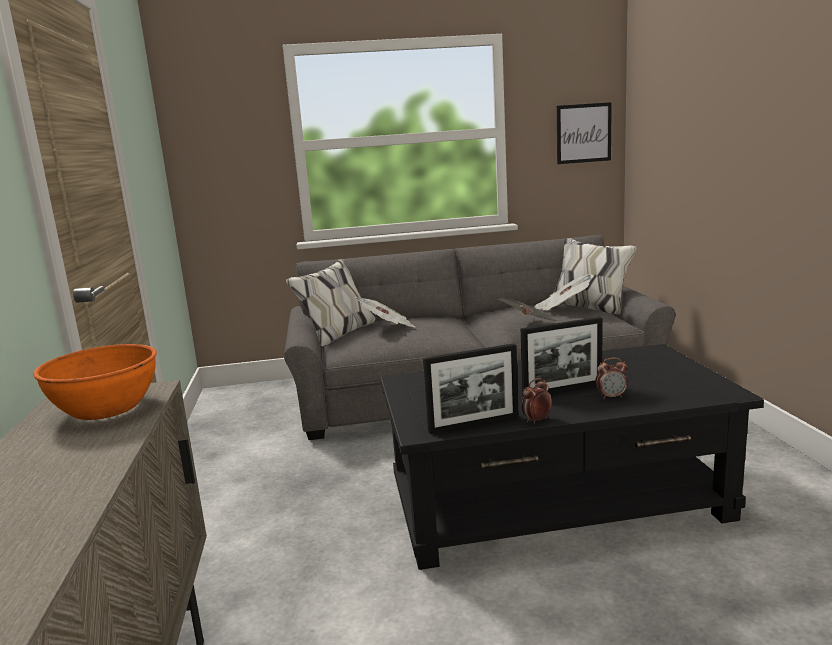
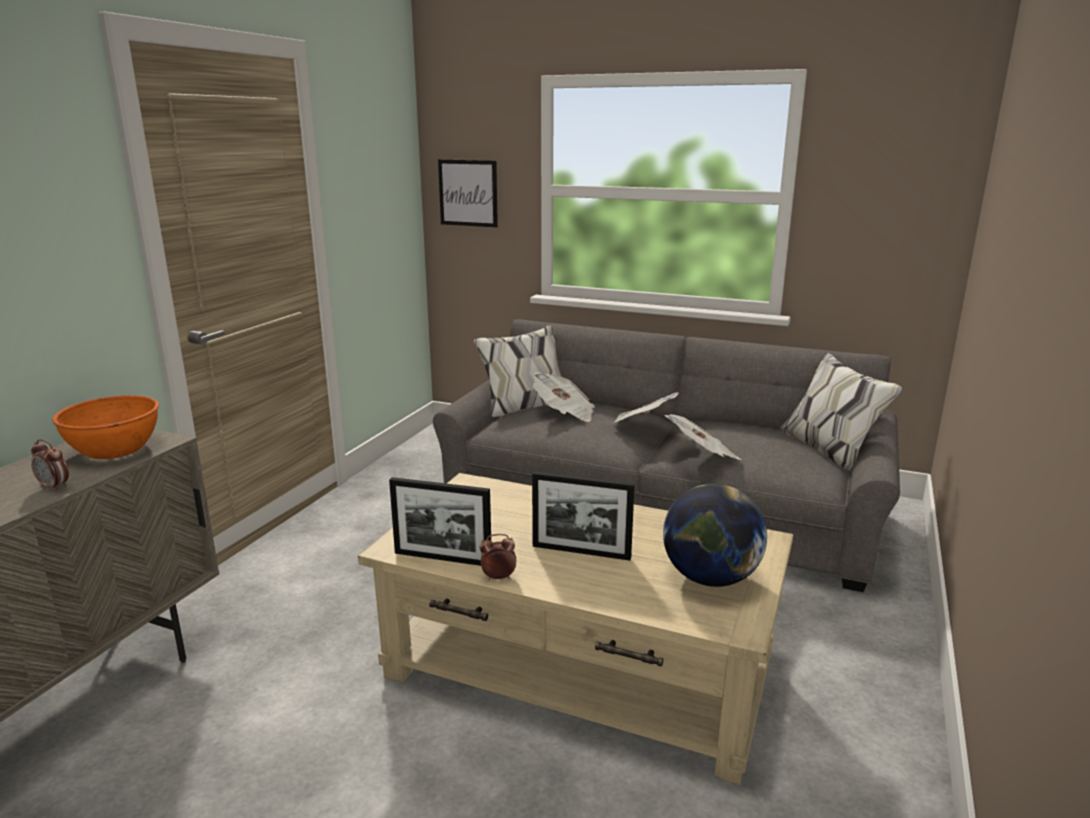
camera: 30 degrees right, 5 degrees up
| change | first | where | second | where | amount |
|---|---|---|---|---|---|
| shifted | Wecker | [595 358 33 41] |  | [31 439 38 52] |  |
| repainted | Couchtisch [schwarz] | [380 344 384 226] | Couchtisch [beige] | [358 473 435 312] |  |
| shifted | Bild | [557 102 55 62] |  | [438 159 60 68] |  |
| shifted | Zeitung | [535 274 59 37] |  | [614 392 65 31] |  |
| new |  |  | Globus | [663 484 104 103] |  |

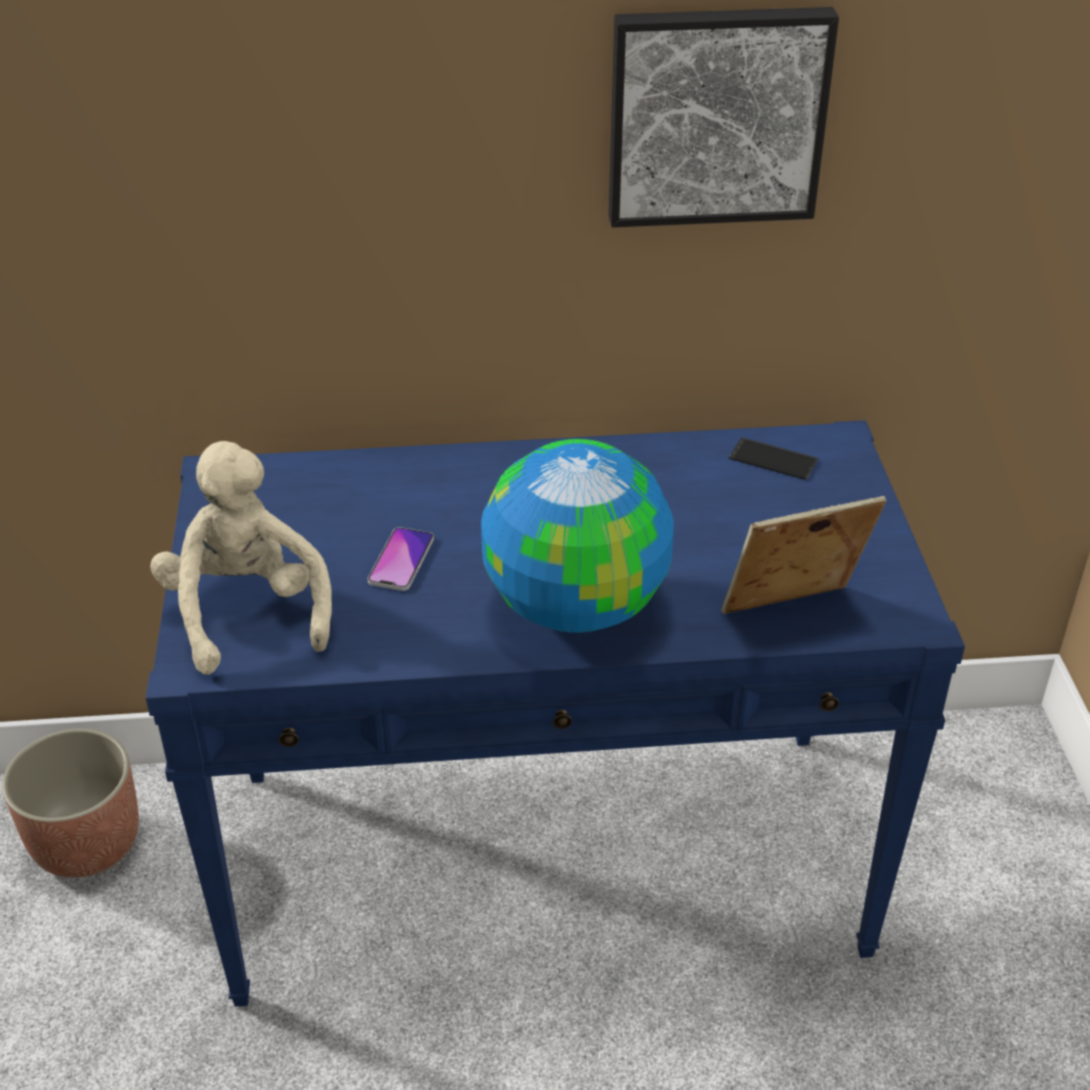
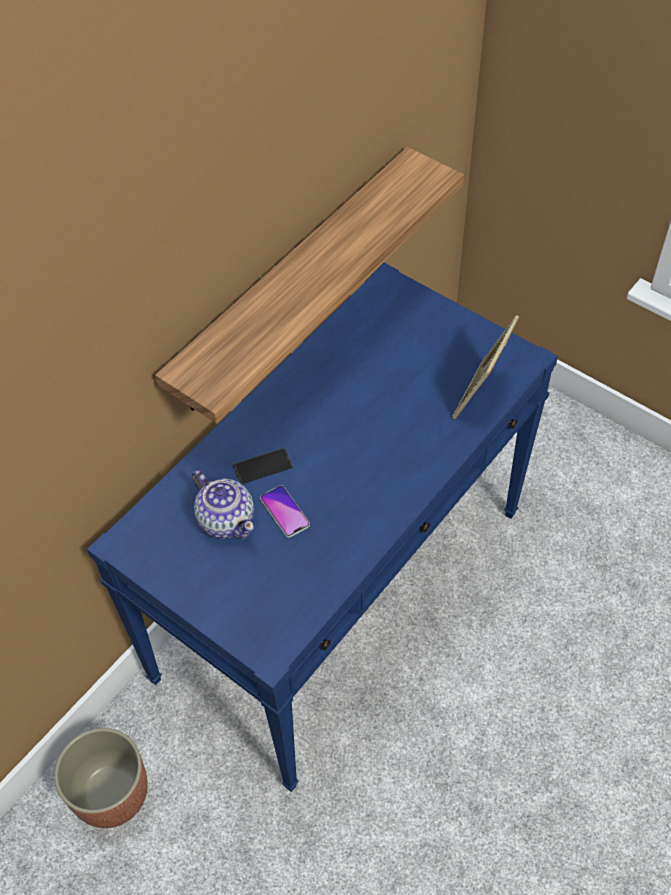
camera: 45 degrees left, 15 degrees up
| change | first | where | second | where | amount |
|---|---|---|---|---|---|
| new |  |  | Wandregal | [155 147 309 277] |  |
| new |  |  | Teekanne | [192 470 62 69] |  |
| shifted | Handy | [728 437 90 43] |  | [232 447 61 37] |  |
| gone | Plüschtier [beige] | [150 441 182 234] |  |  |  |
| gone | Globus | [481 439 193 194] |  |  |  |
| gone | Bild | [609 7 230 221] |  |  |  |

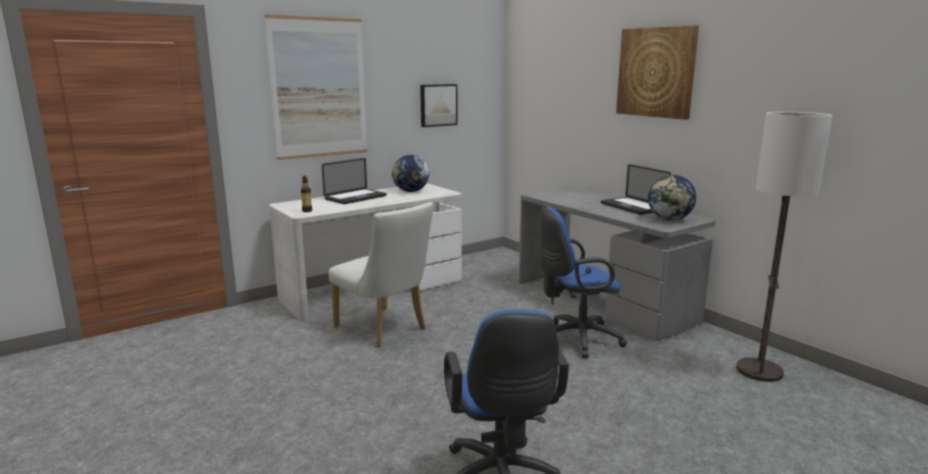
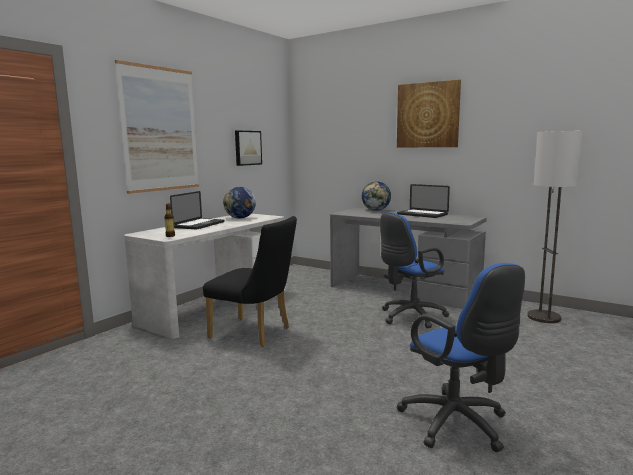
camera: 20 degrees left, 5 degrees down
| change | first | where | second | where | amount |
|---|---|---|---|---|---|
| repainted | Stuhl [weiß] | [328 202 106 145] | Stuhl [schwarz] | [203 216 94 131] |  |
| shifted | Globus | [648 175 48 46] |  | [362 181 29 30] |  |

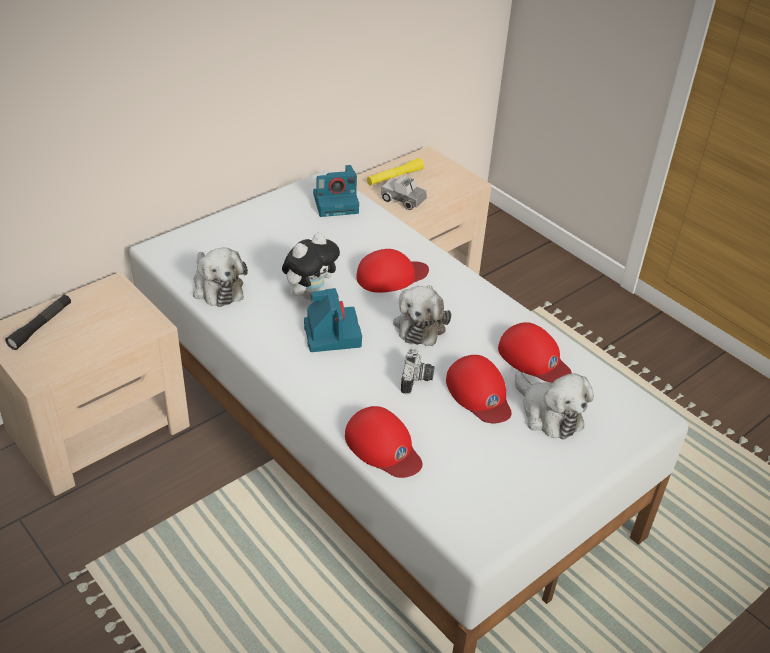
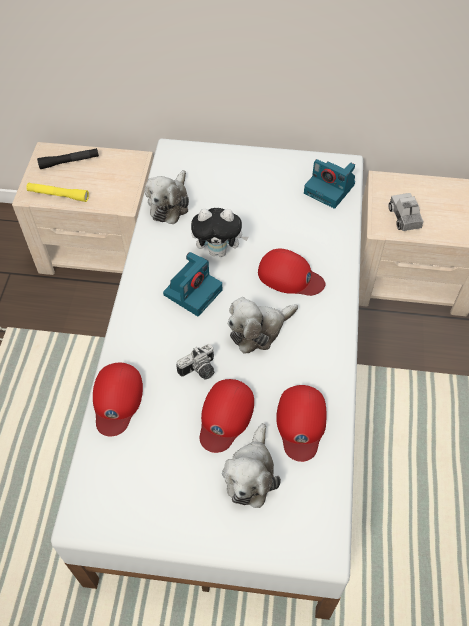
camera: 50 degrees right, 15 degrees up
| change | first | where | second | where | amount |
|---|---|---|---|---|---|
| shifted | Taschenlampe [gelb] | [367 158 57 27] |  | [26 183 63 19] |  |

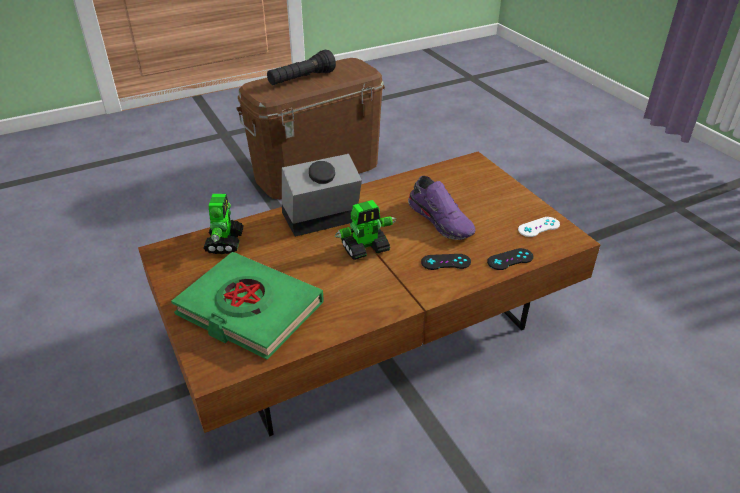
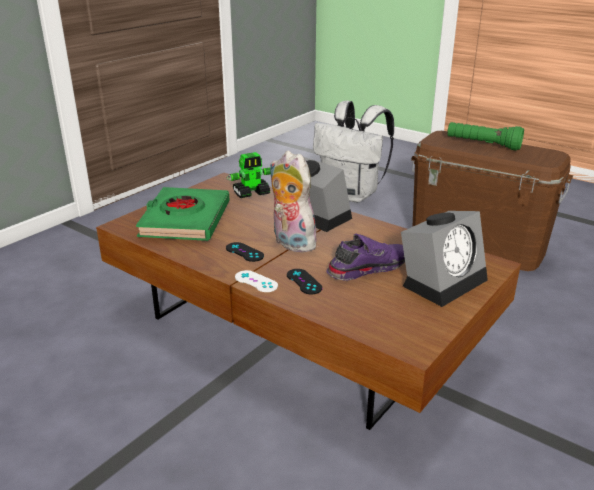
camera: 65 degrees right, 10 degrees down
| change | first | where | second | where | amount |
|---|---|---|---|---|---|
| shifted | Gamepad [schwarz] | [487 248 46 22] |  | [226 242 38 20] |  |
| shifted | Gamepad [weiß] | [518 217 42 20] |  | [235 270 43 22] |  |
| swapped | Spielzeugroboter | [335 200 61 60] | Plüschtier | [270 151 52 102] |  |
| new |  |  | Rucksack [weiß] | [313 101 81 101] |  |
| rotated | Schuh [lila] | [408 176 68 64] |  | [326 234 79 47] | 150 degrees counterclockwise |
| new |  |  | Wecker | [401 211 87 96] |  |
| repainted | Taschenlampe [schwarz] | [267 49 69 36] | Taschenlampe [grün] | [447 122 77 28] |  |

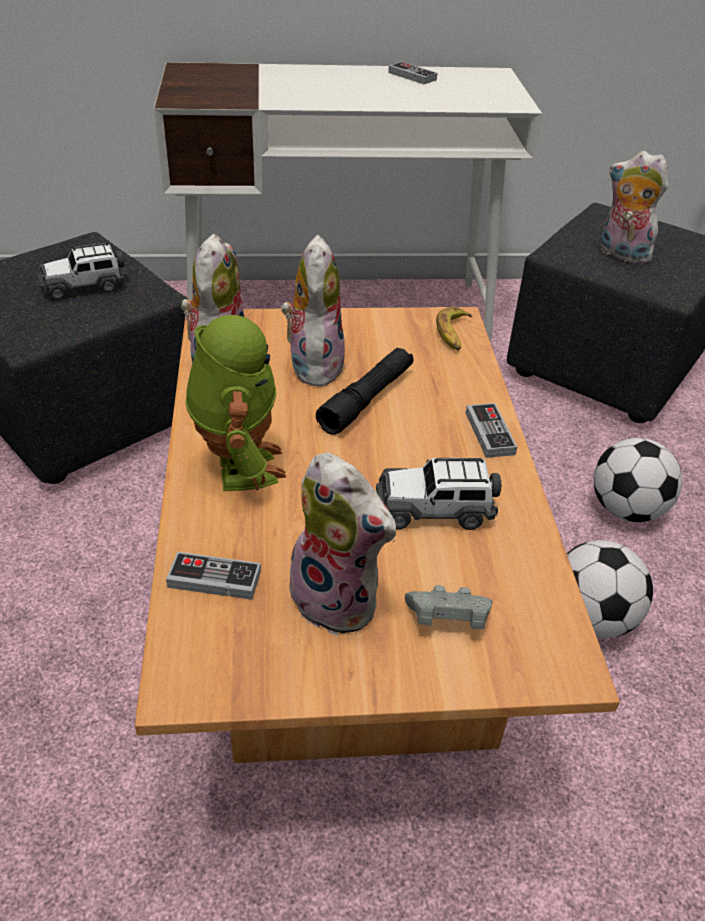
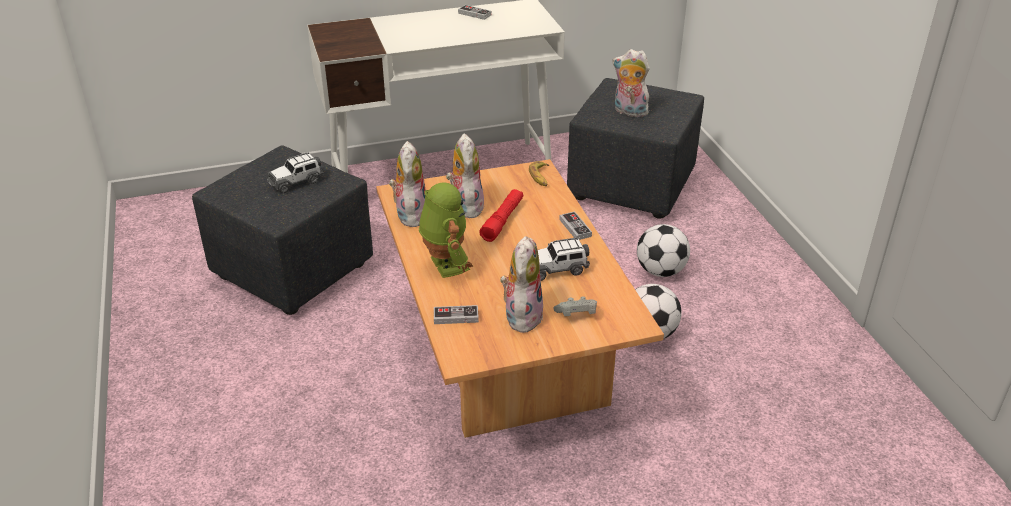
camera: 10 degrees left, 5 degrees down
| change | first | where | second | where | amount |
|---|---|---|---|---|---|
| repainted | Taschenlampe [schwarz] | [316 347 98 88] | Taschenlampe [rot] | [479 189 44 53] |  |
| rotated | Plüschtier | [286 452 110 184] |  | [500 236 43 97] | 105 degrees counterclockwise |

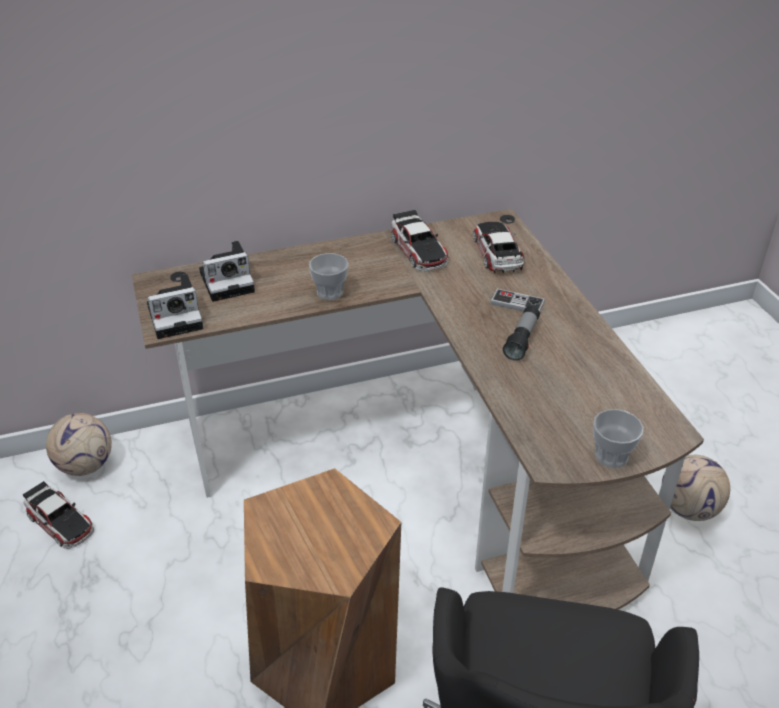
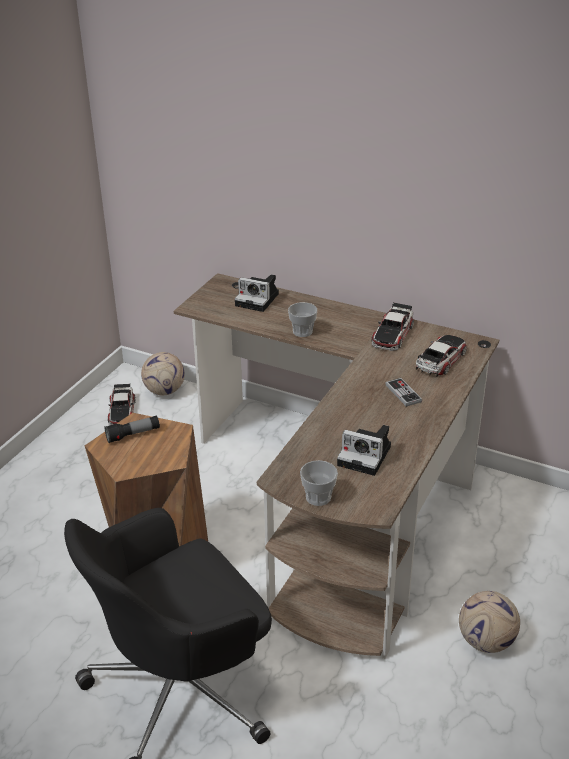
camera: 45 degrees right, 5 degrees down
| change | first | where | second | where | amount |
|---|---|---|---|---|---|
| shifted | Taschenlampe | [503 306 37 55] |  | [104 416 56 27] |  |
| shifted | Kamera | [147 274 56 65] |  | [337 425 54 51] |  |

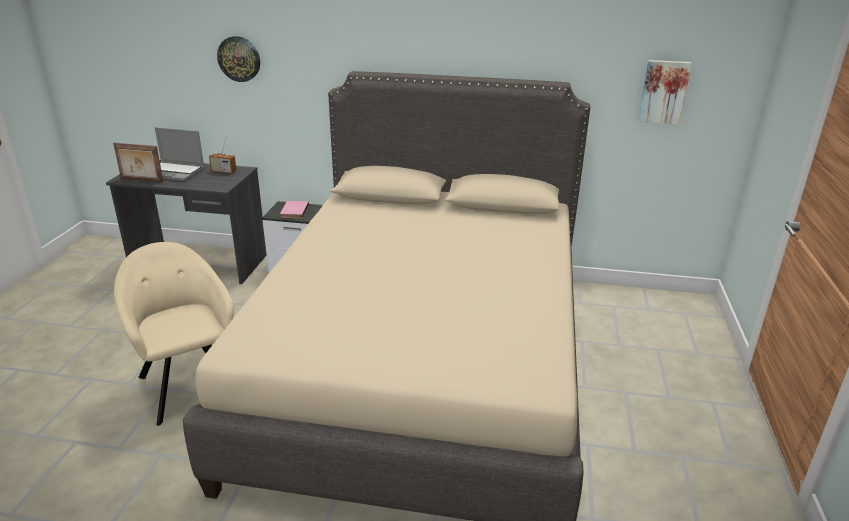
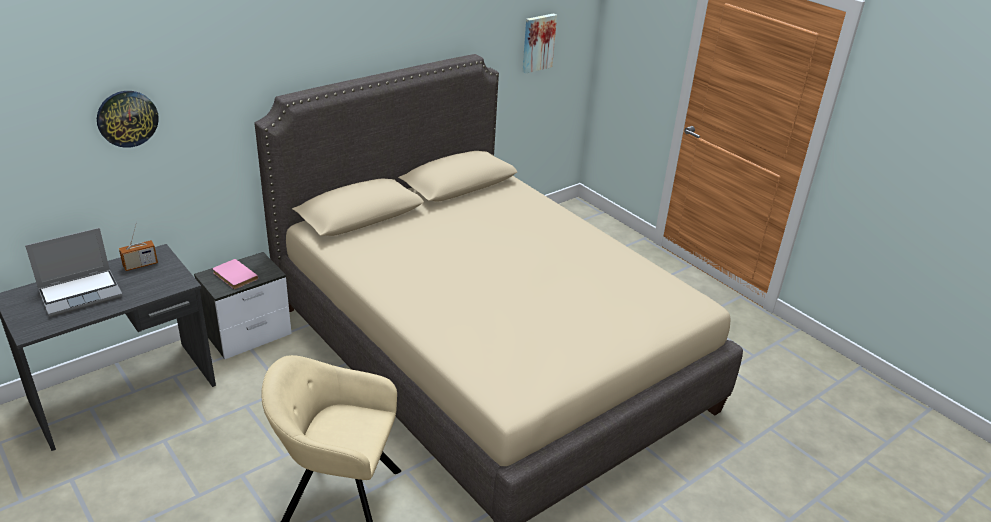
camera: 50 degrees left, 5 degrees up
| change | first | where | second | where | amount |
|---|---|---|---|---|---|
| gone | Bilderrahmen | [113 143 51 39] |  |  |  |

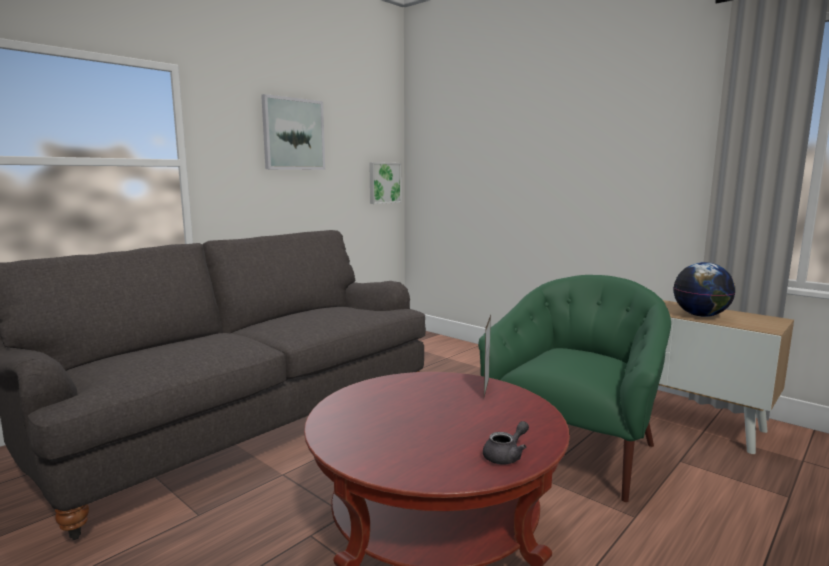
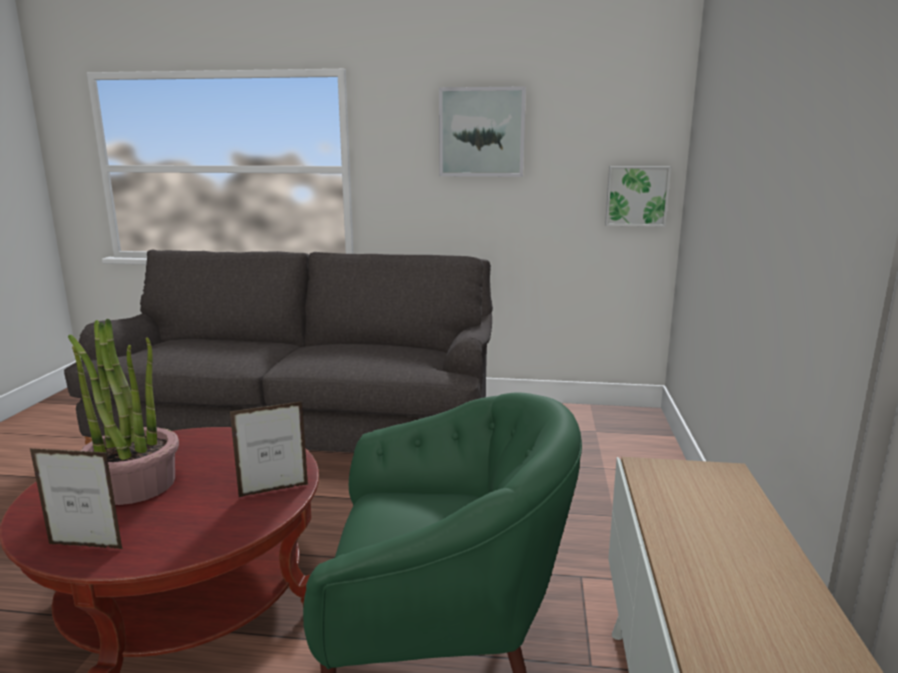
camera: 55 degrees right, 5 degrees up
| change | first | where | second | where | amount |
|---|---|---|---|---|---|
| swapped | Teekanne [grau] | [483 421 46 44] | Bilderrahmen | [30 448 93 101] |  |
| new |  |  | Topfpflanze | [68 318 111 187] |  |
| gone | Globus | [673 262 63 55] |  |  |  |

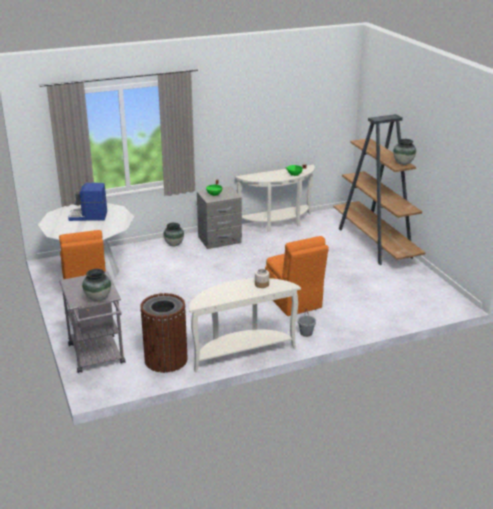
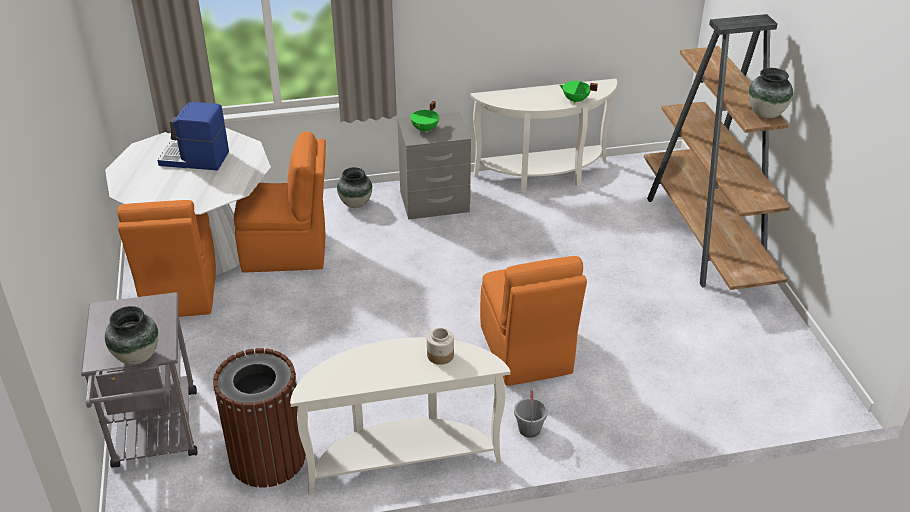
camera: 10 degrees right, 10 degrees up
| change | first | where | second | where | amount |
|---|---|---|---|---|---|
| new |  |  | Stuhl [orange] | [234 132 92 141] |  |

